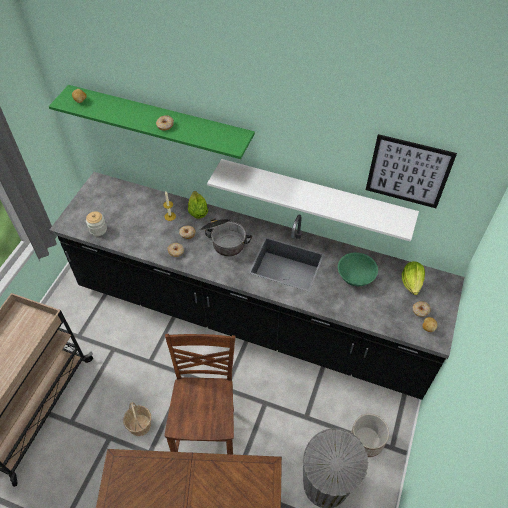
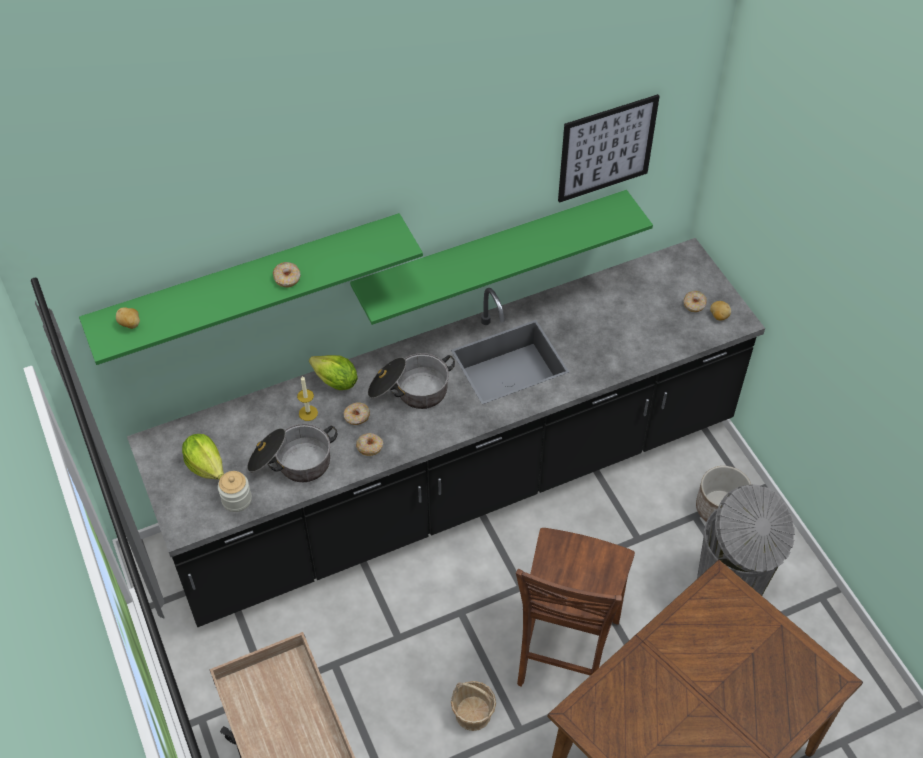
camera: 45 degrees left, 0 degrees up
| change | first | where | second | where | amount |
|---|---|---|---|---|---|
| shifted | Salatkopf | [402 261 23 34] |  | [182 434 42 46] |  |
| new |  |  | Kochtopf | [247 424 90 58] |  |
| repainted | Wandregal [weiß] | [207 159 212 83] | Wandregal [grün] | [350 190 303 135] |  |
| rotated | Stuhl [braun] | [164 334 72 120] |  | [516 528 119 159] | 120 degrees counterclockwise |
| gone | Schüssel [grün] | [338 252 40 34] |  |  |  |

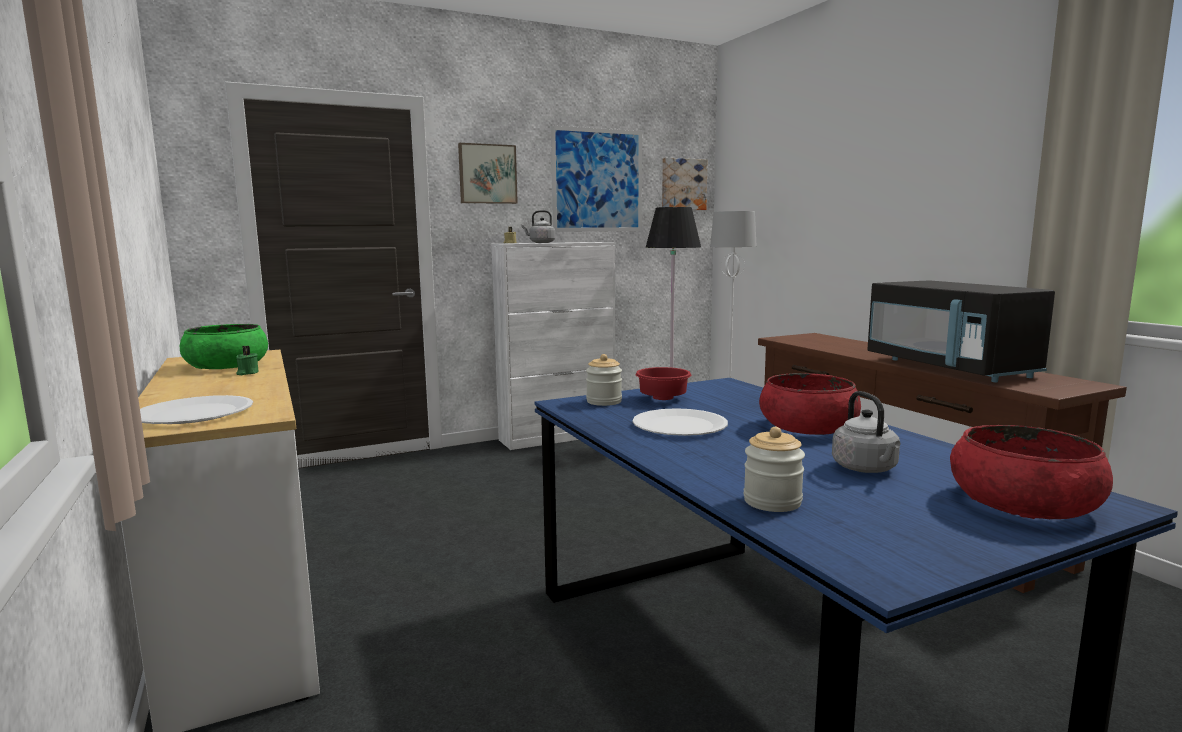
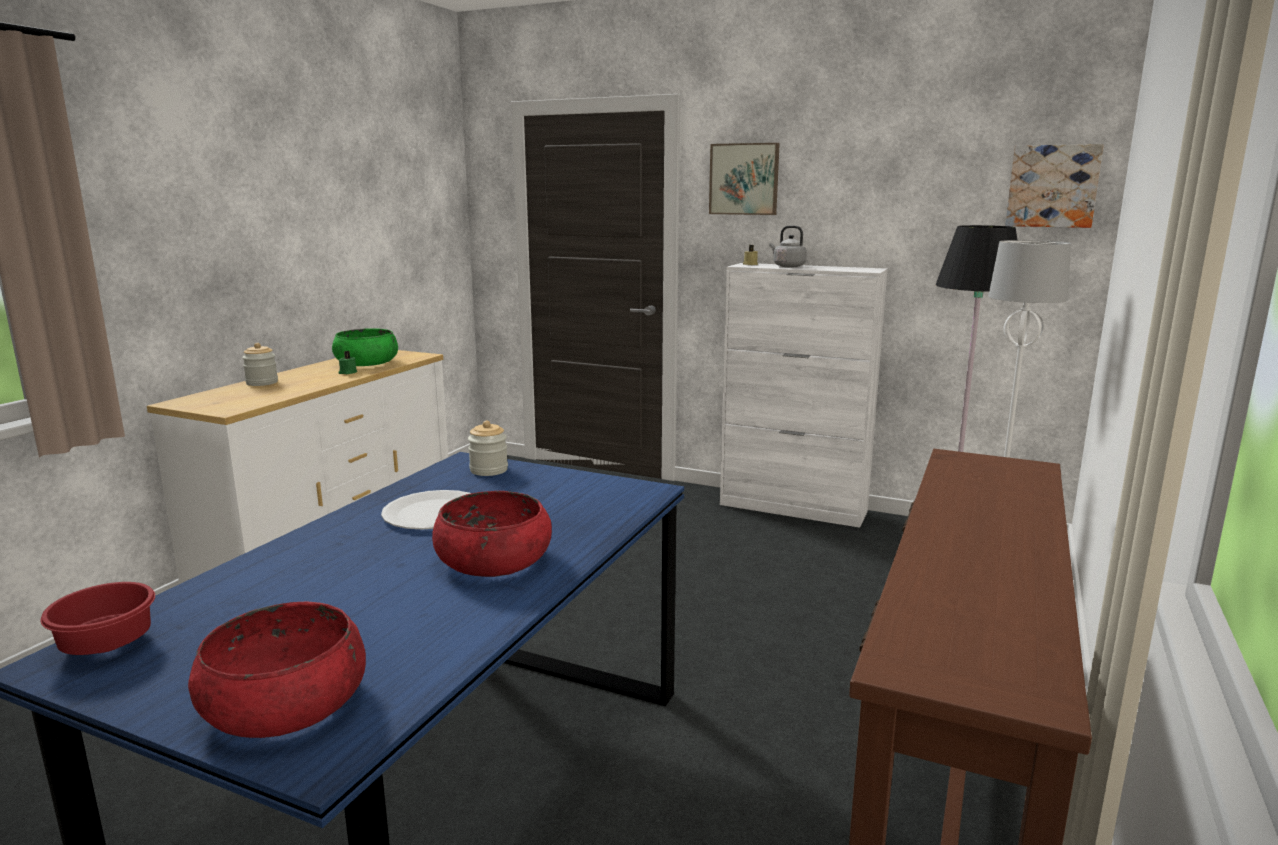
camera: 50 degrees right, 5 degrees up
| change | first | where | second | where | amount |
|---|---|---|---|---|---|
| shifted | Schüssel [rot] | [636 367 55 33] |  | [40 582 115 73] |  |
| shifted | Vorratsglas | [743 427 62 85] |  | [242 343 36 43] |  |
| gone | Teller [weiß] | [140 395 113 29] |  |  |  |
| gone | Bild | [551 125 91 107] |  |  |  |
| gone | Wasserkessel [grau] | [832 391 68 82] |  |  |  |
| gone | Mikrowelle [schwarz] | [867 280 188 102] |  |  |  |

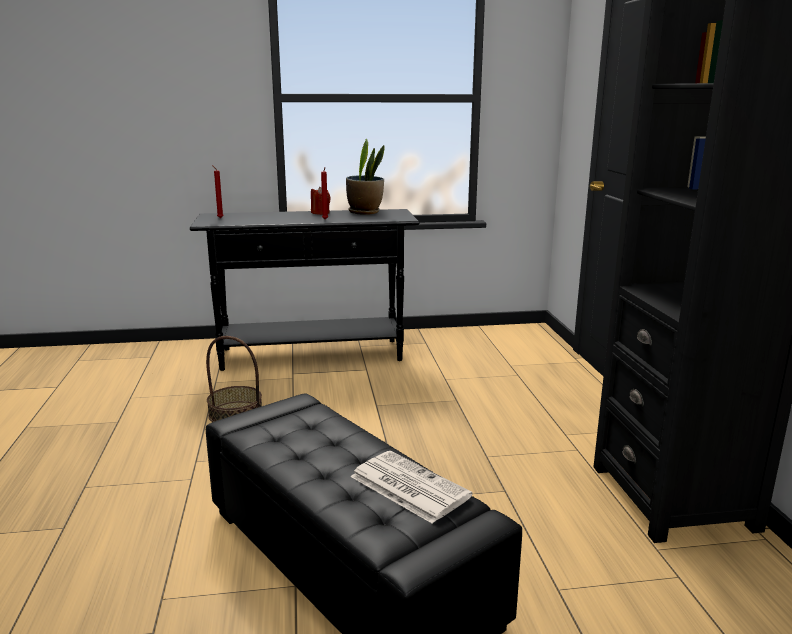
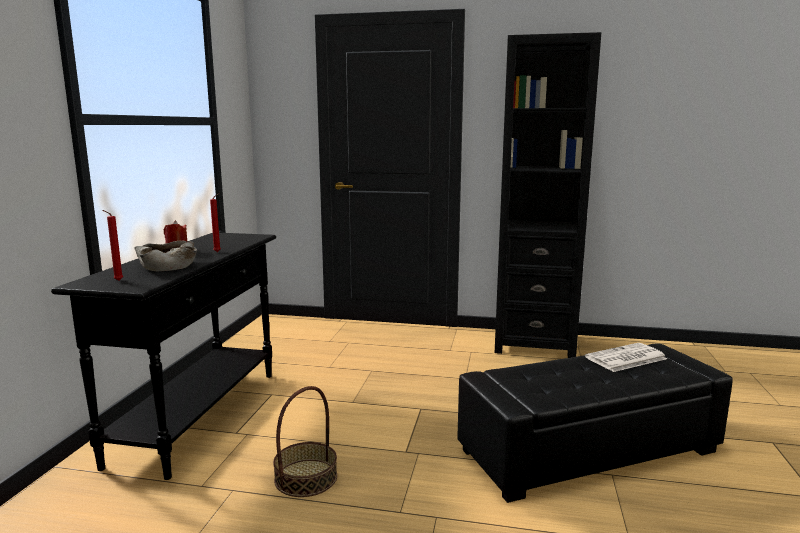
camera: 70 degrees left, 5 degrees down
| change | first | where | second | where | amount |
|---|---|---|---|---|---|
| new |  |  | Schüssel [beige] | [134 240 63 32] |  |
| gone | Topfpflanze | [346 139 39 76] |  |  |  |

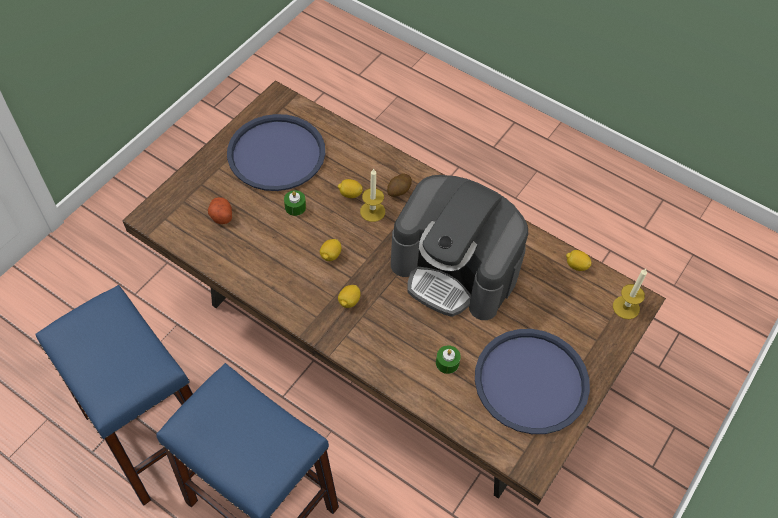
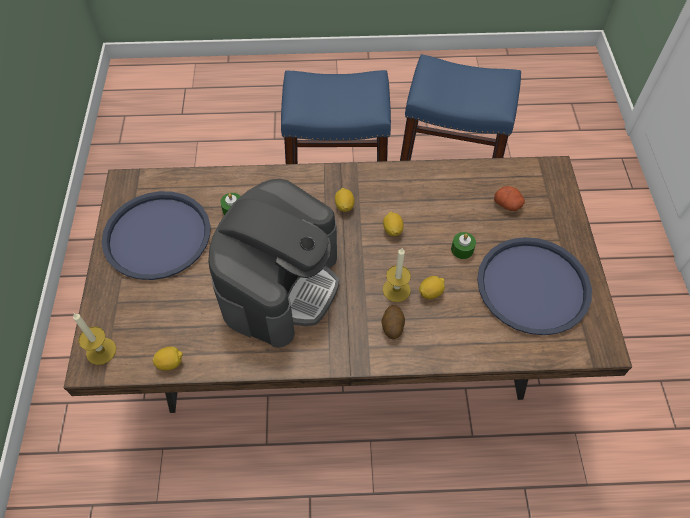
camera: 145 degrees right, 0 degrees up
| change | first | where | second | where | amount |
|---|---|---|---|---|---|
| rotated | Kaffeemaschine | [391 175 137 145] |  | [208 179 131 169] | 120 degrees clockwise |

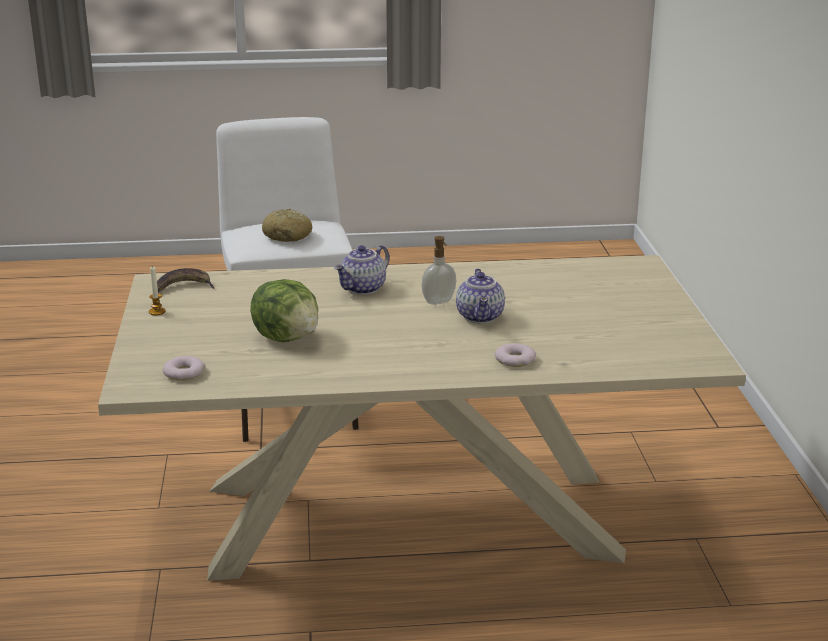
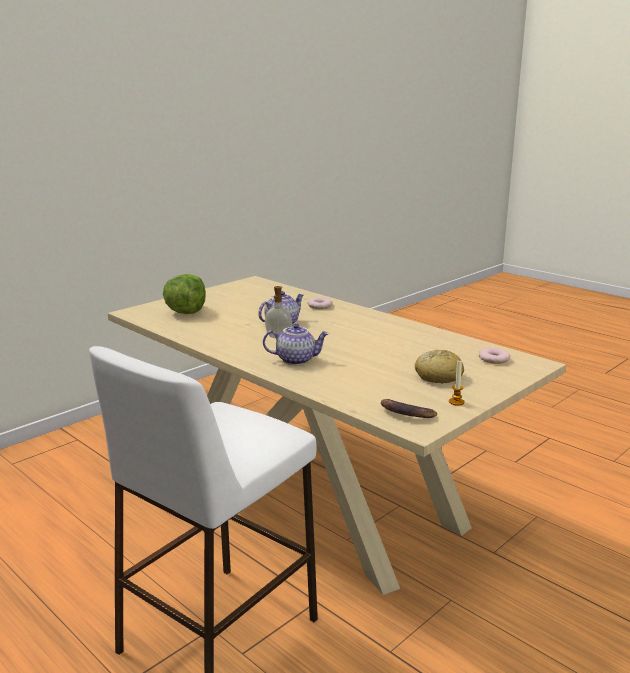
camera: 130 degrees left, 5 degrees down
| change | first | where | second | where | amount |
|---|---|---|---|---|---|
| shifted | Salatkopf | [250 279 68 63] |  | [163 274 43 40] |  |
| shifted | Brot | [262 208 50 34] |  | [415 350 49 34] |  |

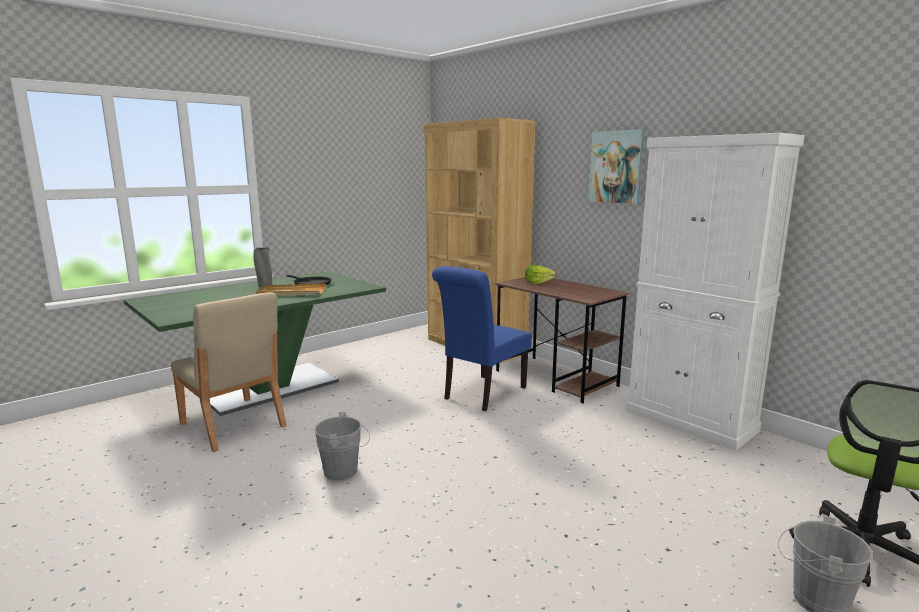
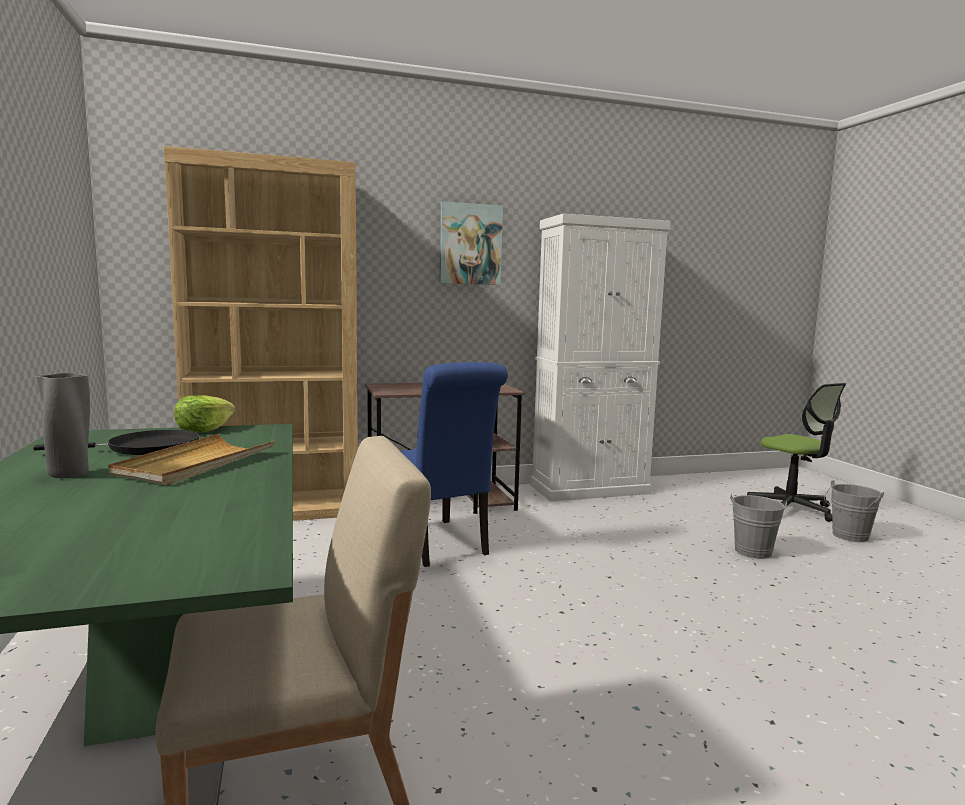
camera: 65 degrees left, 5 degrees down
| change | first | where | second | where | amount |
|---|---|---|---|---|---|
| shifted | Salatkopf | [525 265 31 19] |  | [174 395 61 38] |  |
| shifted | Eimer [grau] | [314 412 56 69] |  | [730 494 57 65] |  |

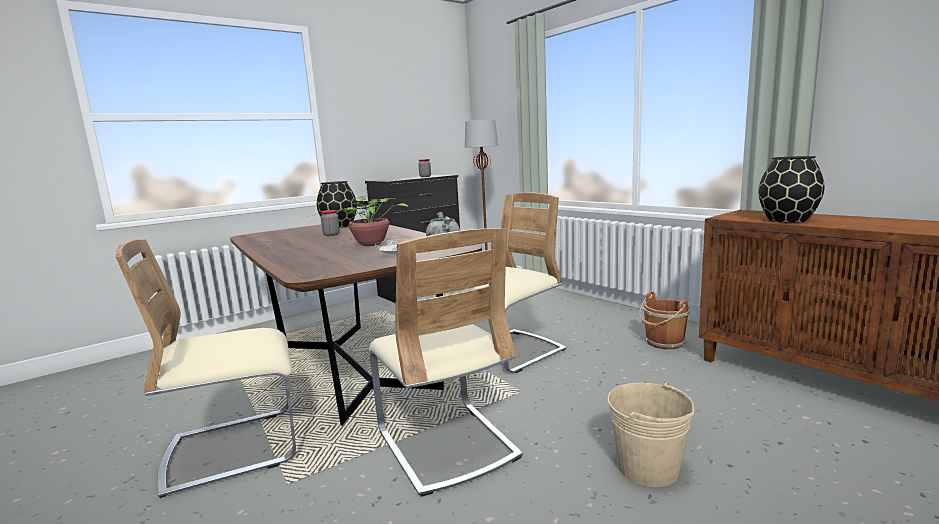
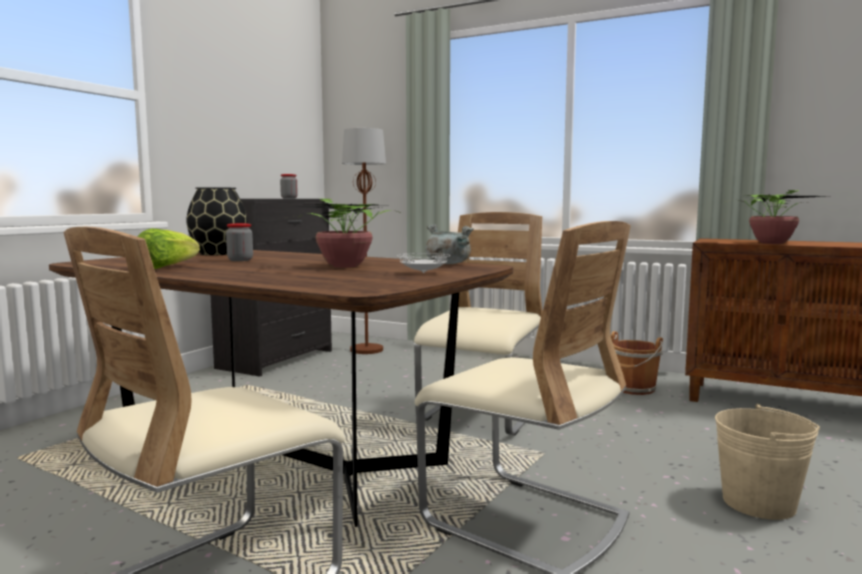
camera: 25 degrees left, 5 degrees down
| change | first | where | second | where | amount |
|---|---|---|---|---|---|
| new |  |  | Salatkopf | [137 228 63 41] |  |
| swapped | Vase [schwarz] | [758 156 66 67] | Topfpflanze | [739 190 89 54] |  |

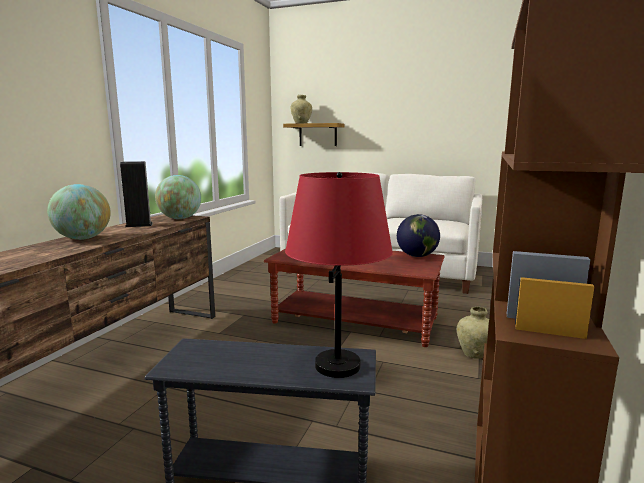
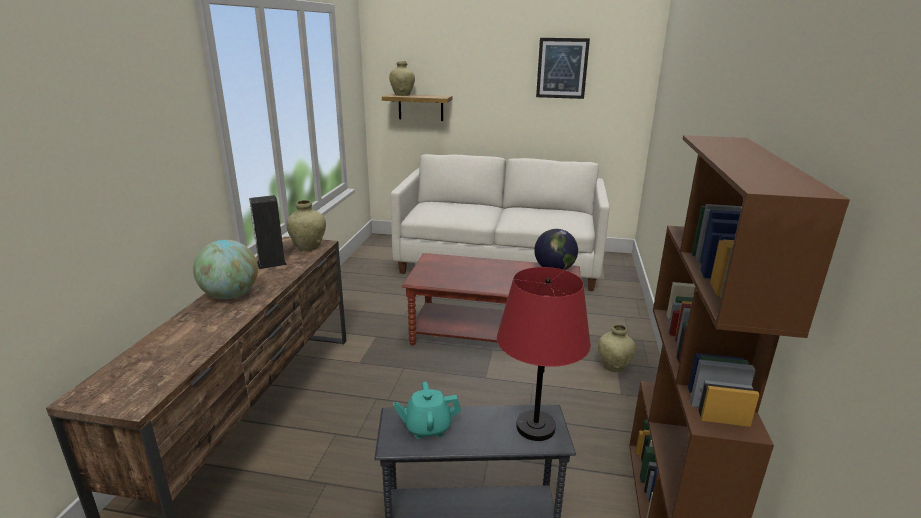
camera: 10 degrees left, 10 degrees up
| change | first | where | second | where | amount |
|---|---|---|---|---|---|
| swapped | Globus | [155 175 46 44] | Vase [beige] | [286 200 40 51] |  |
| new |  |  | Teekanne [türkis] | [393 382 68 57] |  |
| new |  |  | Bild | [536 38 54 61] |  |

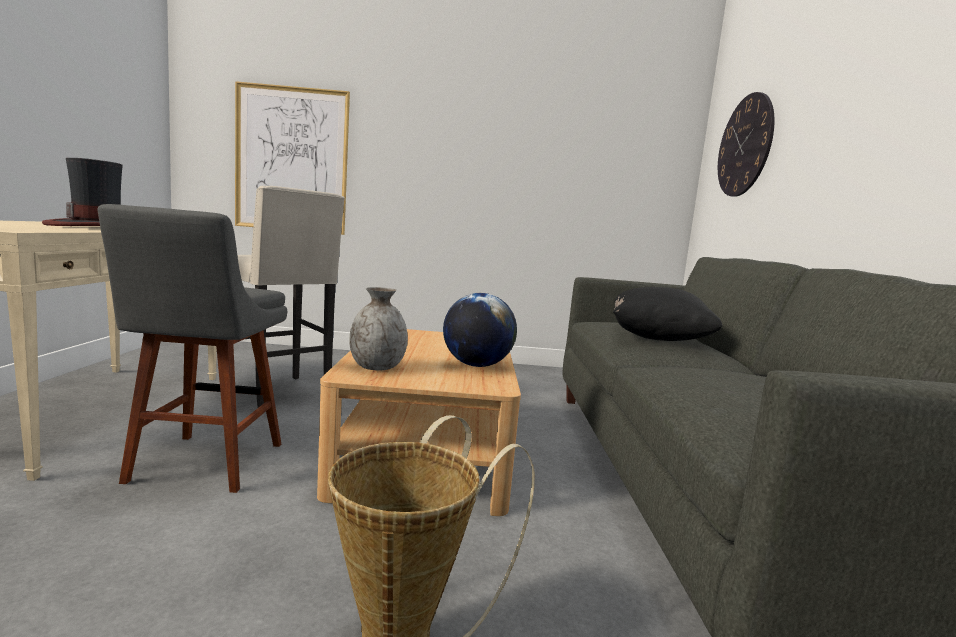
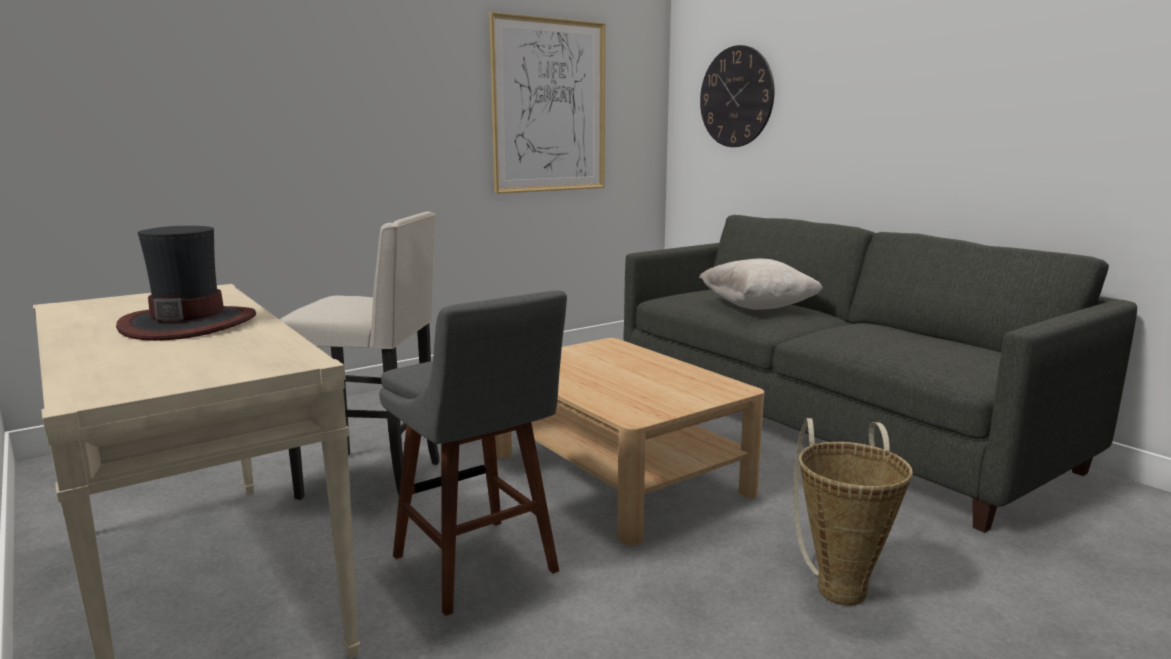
camera: 35 degrees left, 5 degrees up
| change | first | where | second | where | amount |
|---|---|---|---|---|---|
| shifted | Bild | [235 81 115 154] |  | [489 12 117 182] |  |
| repainted | Kissen [schwarz] | [613 287 109 54] | Kissen [beige] | [699 259 124 51] |  |
| gone | Vase [grau] | [349 287 59 83] |  |  |  |
| gone | Globus | [443 293 74 74] |  |  |  |

